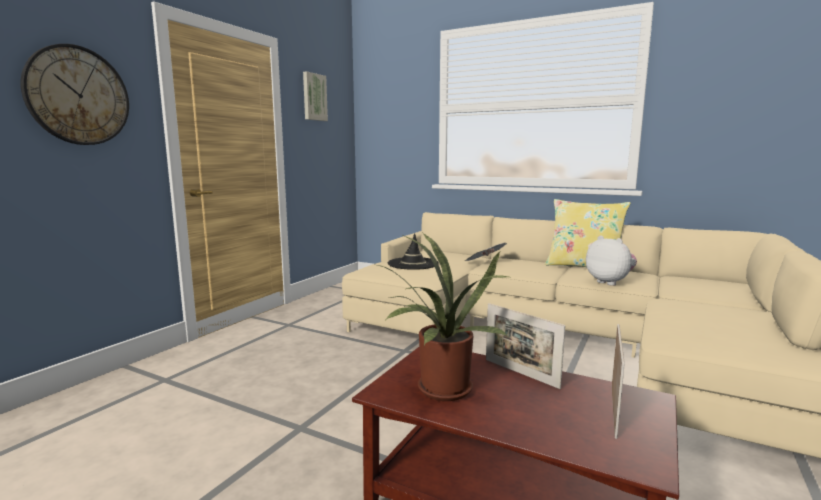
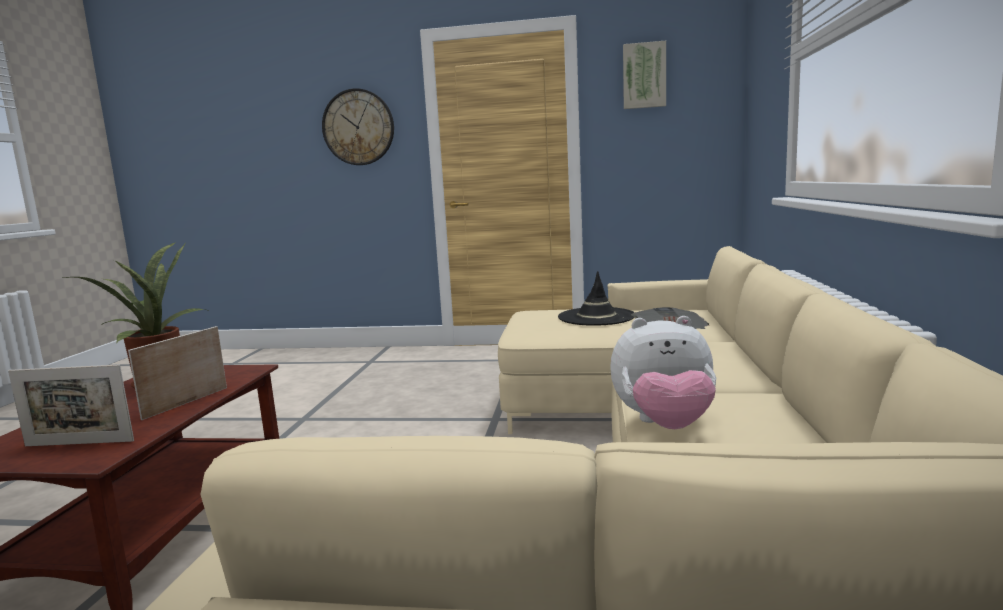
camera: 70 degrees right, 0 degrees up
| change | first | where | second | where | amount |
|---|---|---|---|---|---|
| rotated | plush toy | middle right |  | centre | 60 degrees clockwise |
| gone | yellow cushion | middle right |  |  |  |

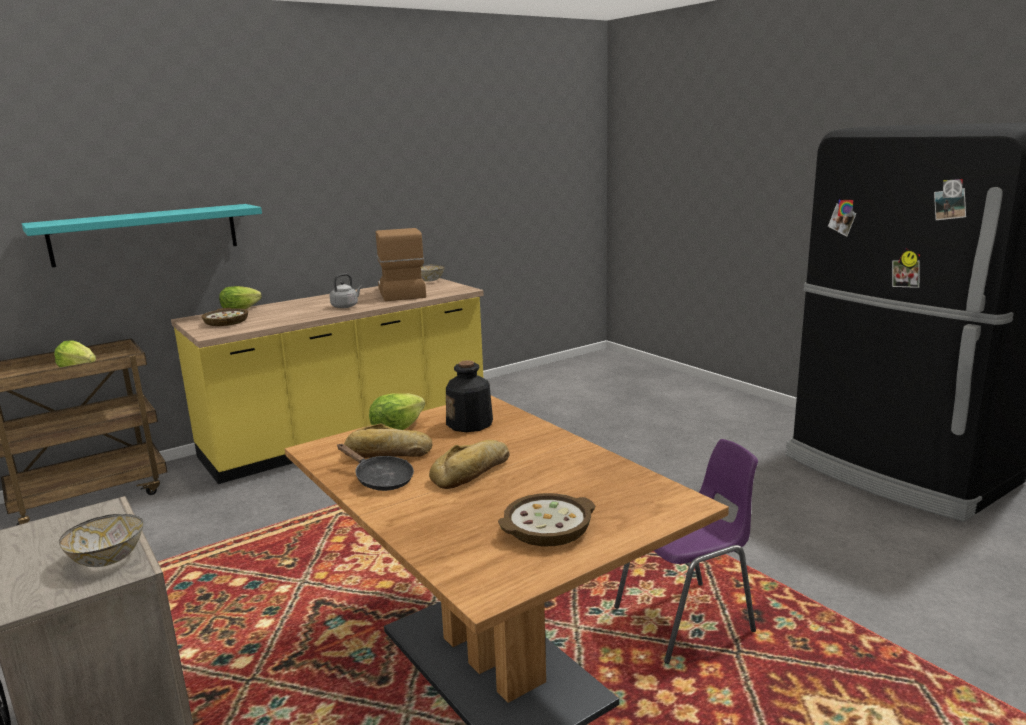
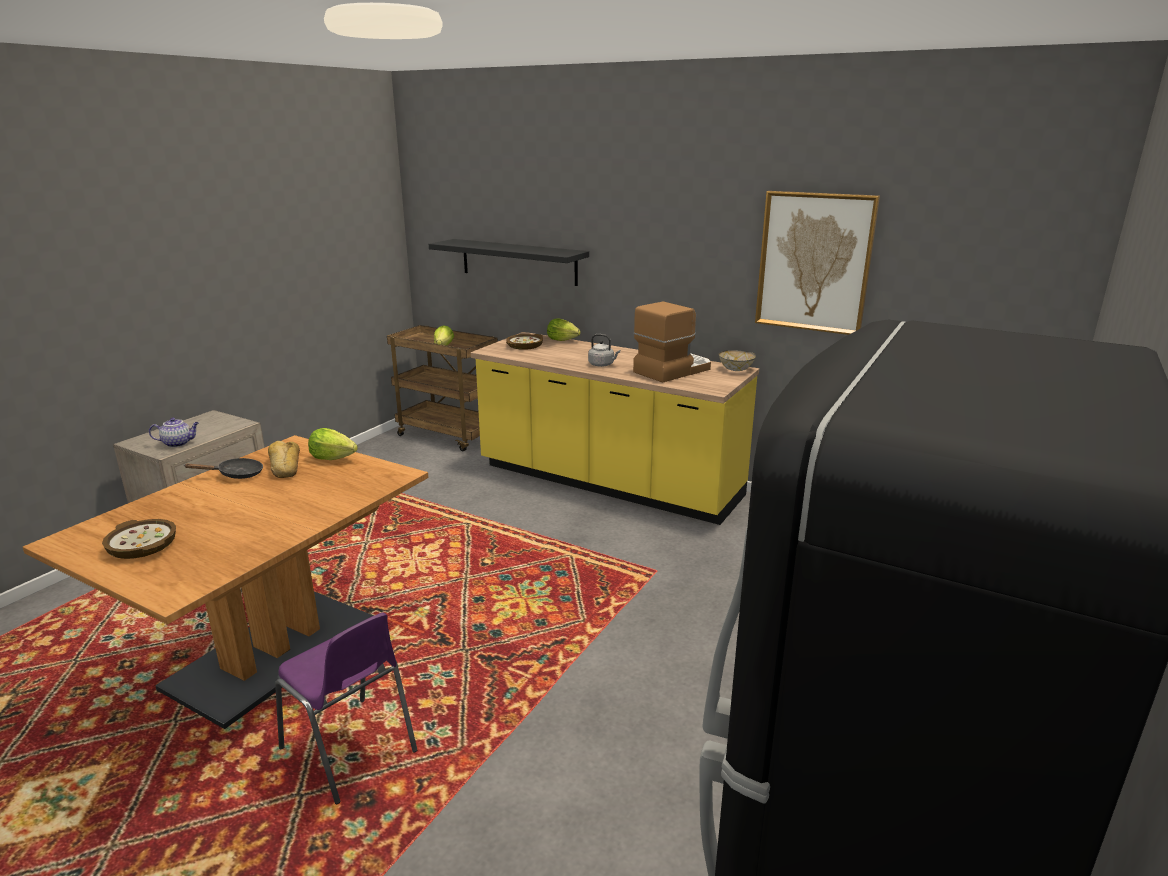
camera: 65 degrees right, 5 degrees up
| change | first | where | second | where | amount |
|---|---|---|---|---|---|
| swapped | serving bowl (no. 1 from left) | bottom left | teapot | middle left |  |
| rotated | black pan | centre |  | middle left | 120 degrees counterclockwise |
| repainted | turquoise wall shelf | top left | black wall shelf | top centre |  |
| new |  |  | wall art | top right |  |
| gone | baked bread (no. 2 from left) | centre |  |  |  |
| gone | beverage bottle | centre |  |  |  |

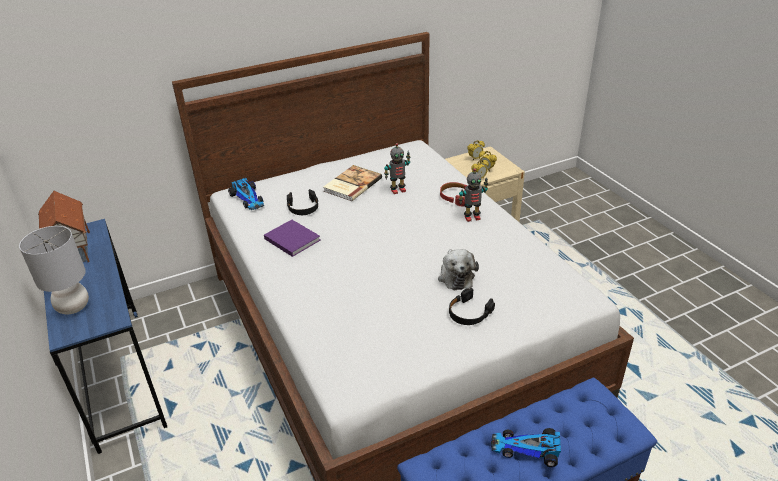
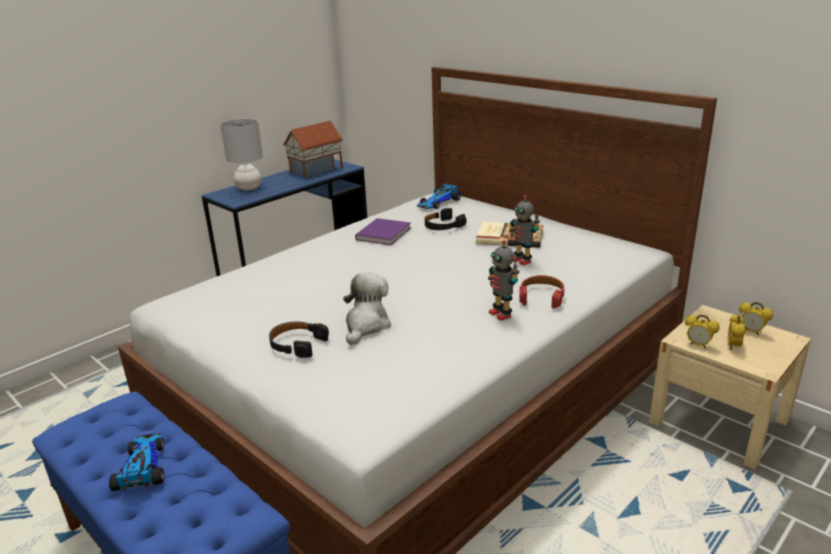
camera: 70 degrees right, 10 degrees down
| change | first | where | second | where | amount |
|---|---|---|---|---|---|
| rotated | plush toy | centre |  | centre | 135 degrees clockwise |

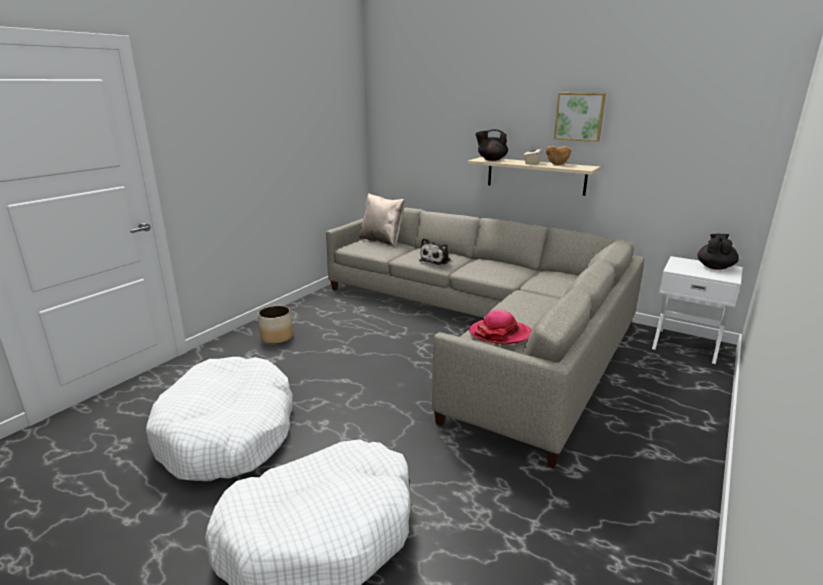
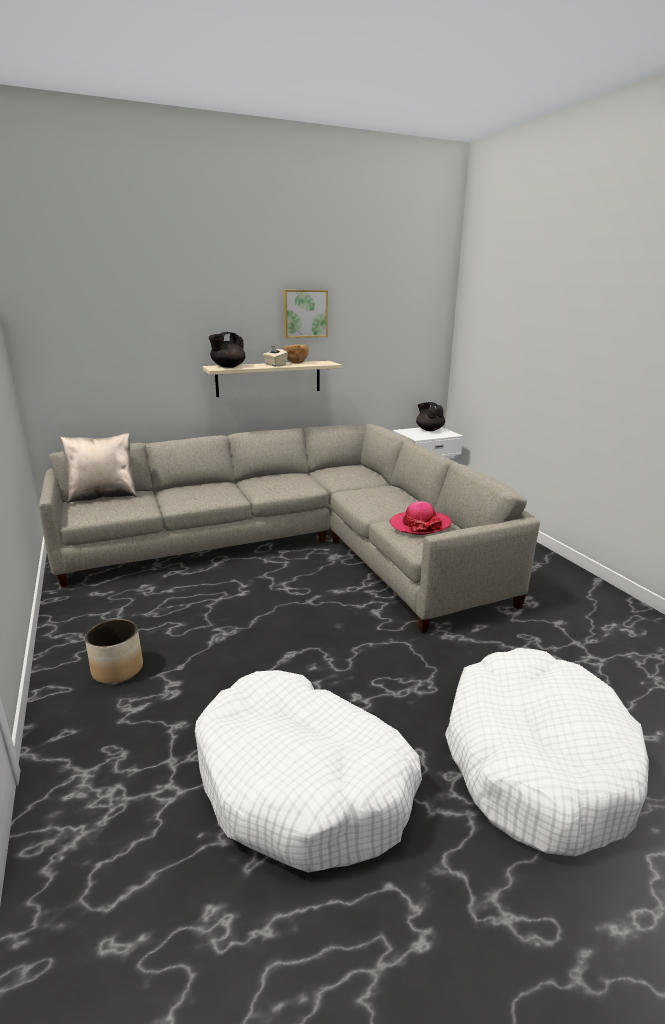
camera: 55 degrees left, 0 degrees up
| change | first | where | second | where | amount |
|---|---|---|---|---|---|
| gone | plush toy | centre |  |  |  |

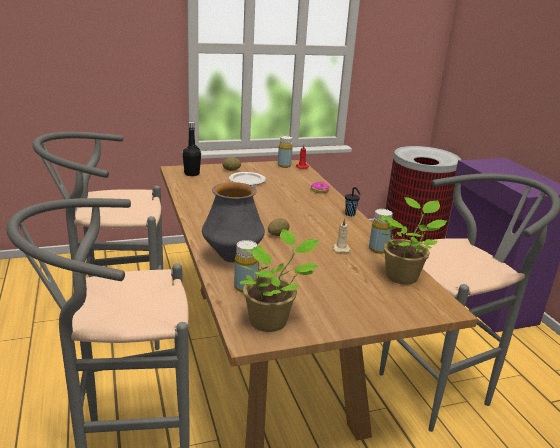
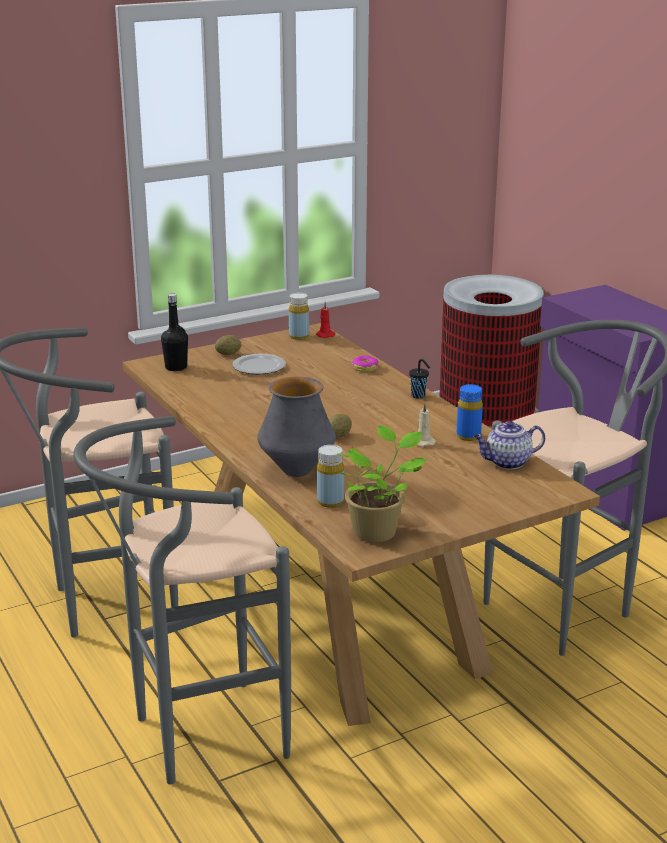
camera: 10 degrees left, 0 degrees up
| change | first | where | second | where | amount |
|---|---|---|---|---|---|
| repainted | yellow beverage bottle (no. 3 from left) | middle right | blue-coloured beverage bottle | middle right |  |
| swapped | potted plant (no. 2 from left) | middle right | teapot | middle right |  |

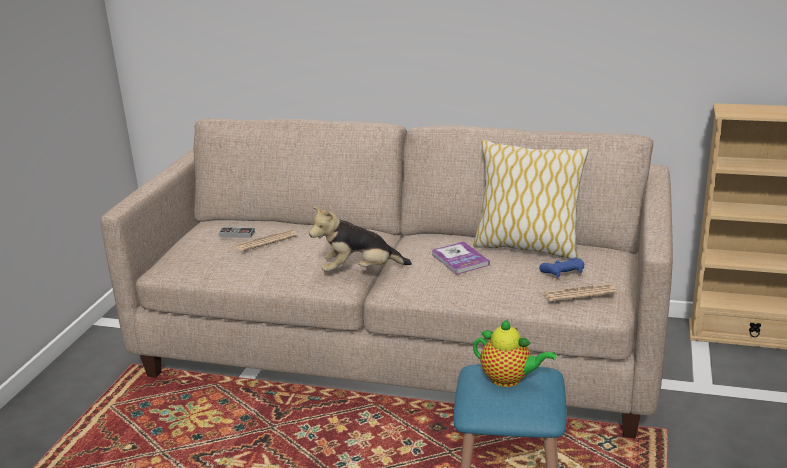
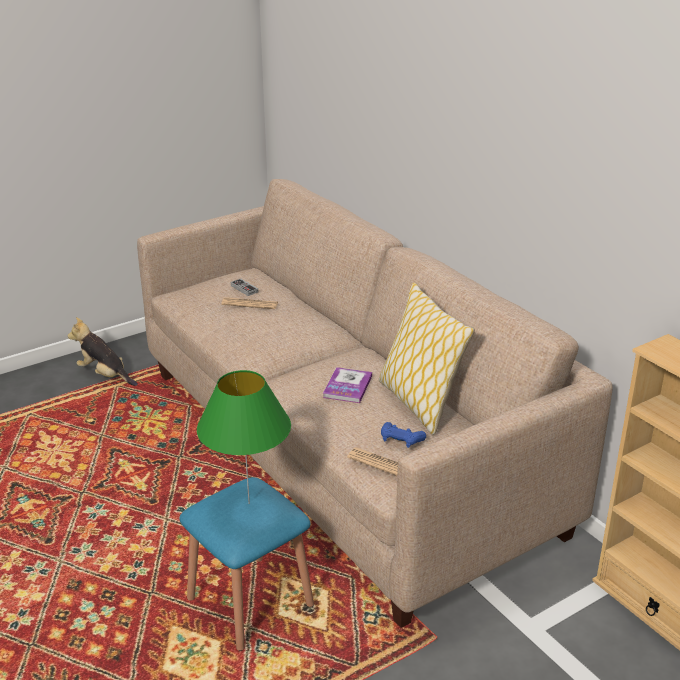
camera: 40 degrees right, 5 degrees up
| change | first | where | second | where | amount |
|---|---|---|---|---|---|
| shifted | plush toy | centre |  | middle left |  |
| swapped | teapot | bottom centre | green-coloured lamp for a table | centre |  |

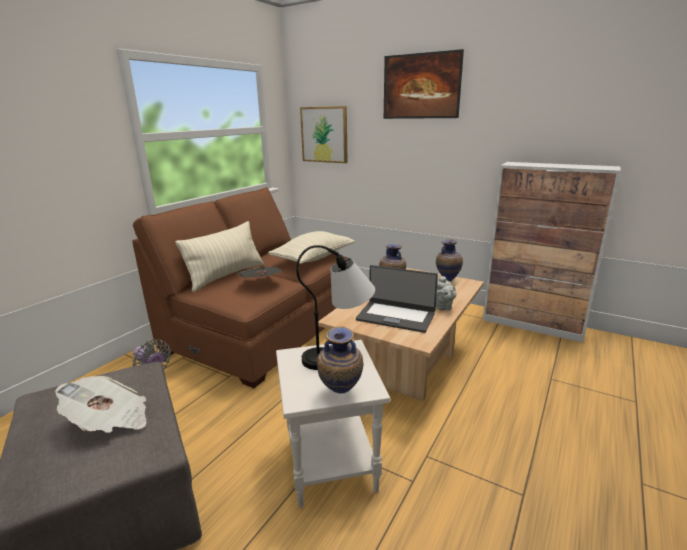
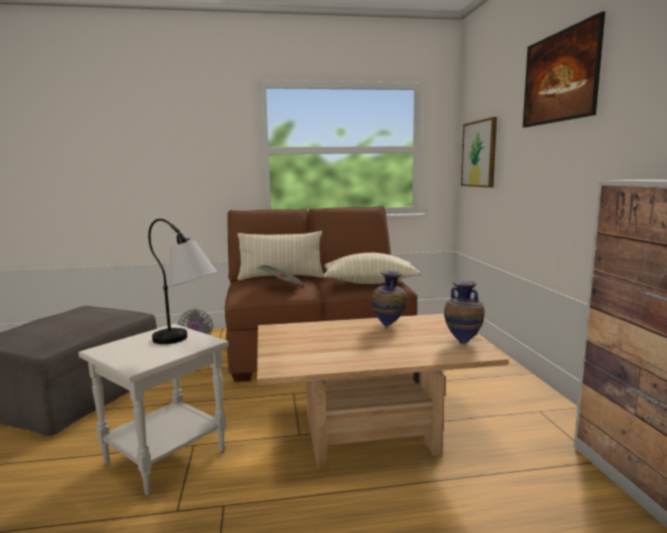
camera: 50 degrees right, 10 degrees down
| change | first | where | second | where | amount |
|---|---|---|---|---|---|
| gone | printed paper (no. 1 from left) | bottom left |  |  |  |
| gone | decorative vase (no. 1 from left) | centre |  |  |  |
| gone | portable computer | centre |  |  |  |
| gone | grey teapot | centre |  |  |  |

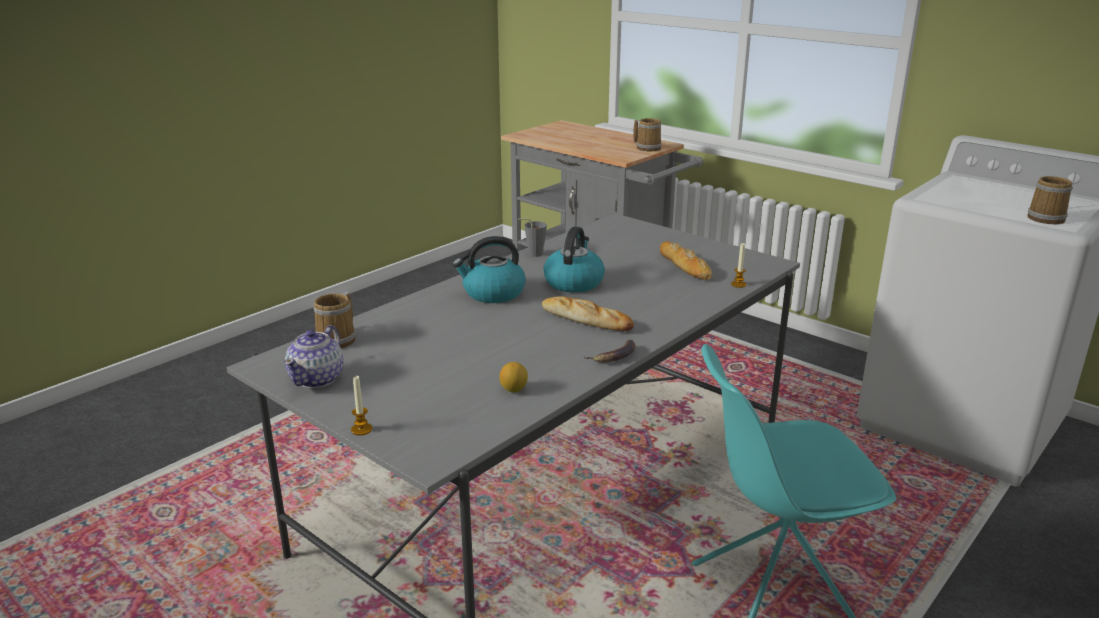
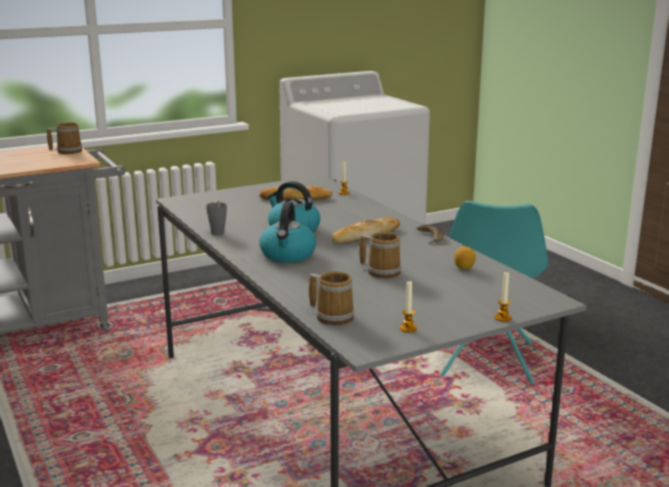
camera: 70 degrees left, 5 degrees down
| change | first | where | second | where | amount |
|---|---|---|---|---|---|
| shifted | coffee mug (no. 3 from left) | top right |  | centre |  |
| swapped | teapot | middle left | wax light (no. 2 from left) | centre |  |

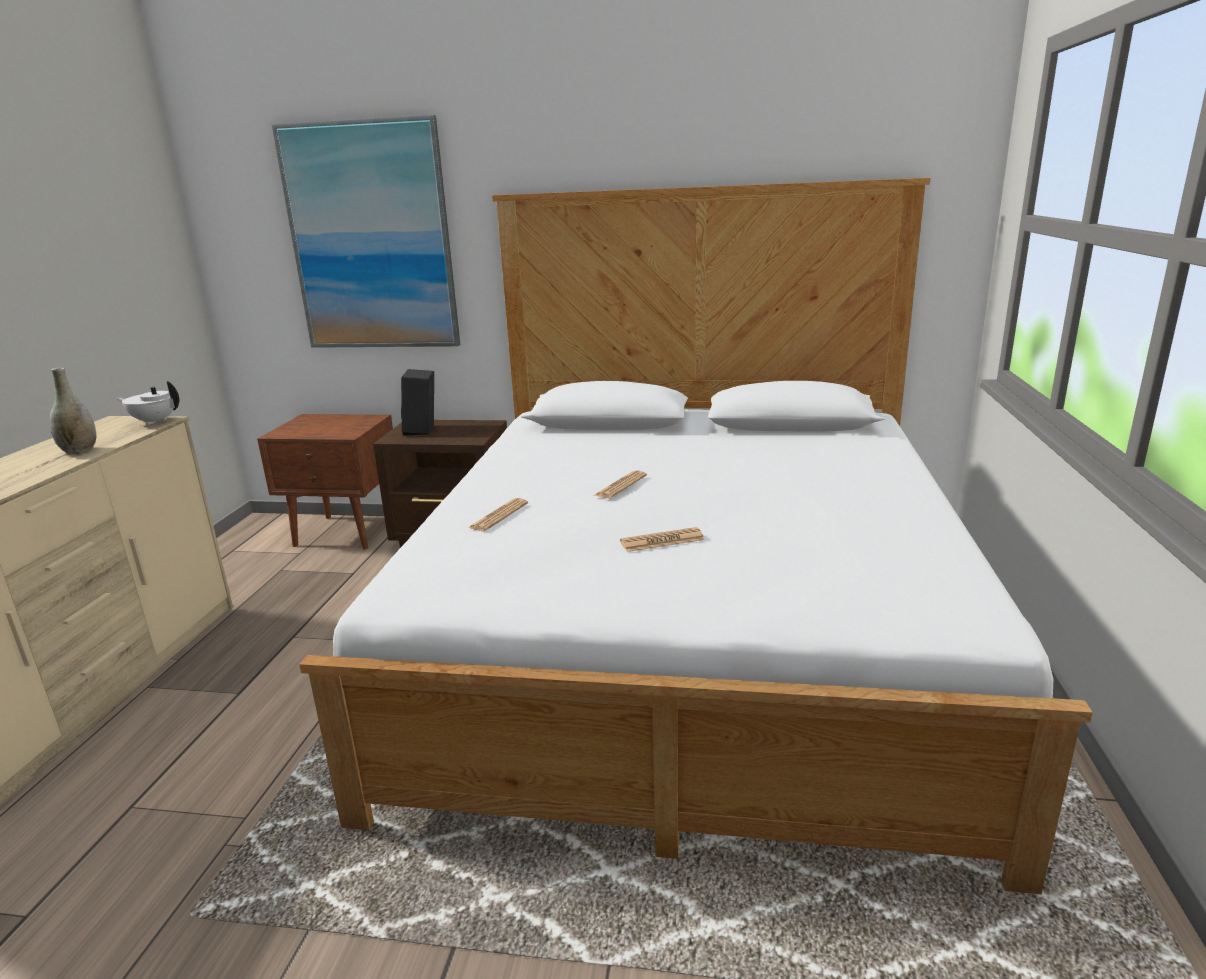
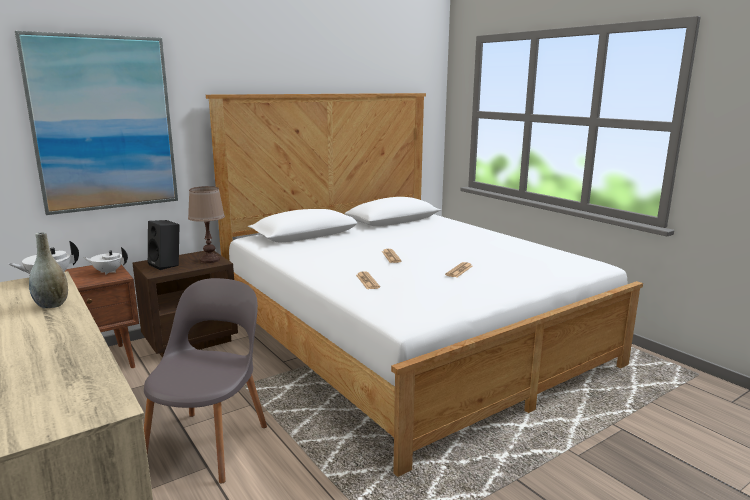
camera: 45 degrees left, 5 degrees down
| change | first | where | second | where | amount |
|---|---|---|---|---|---|
| new |  |  | white-coloured teapot (no. 2 from left) | middle left |  |
| new |  |  | grey upright chair | bottom left |  |
| new |  |  | brown-coloured lamp for a table | middle left |  |

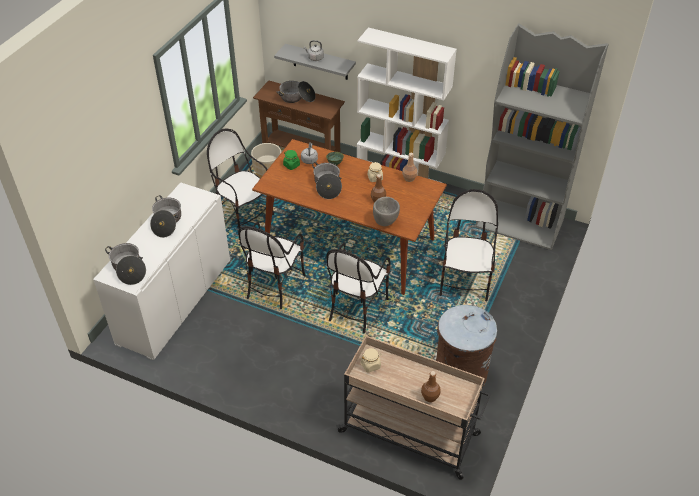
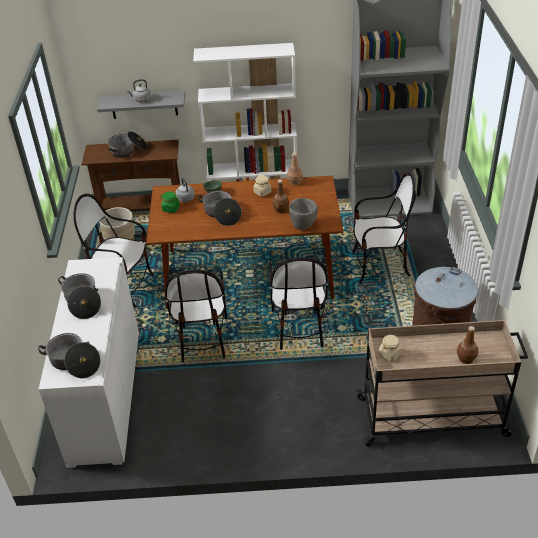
camera: 25 degrees left, 5 degrees down
| change | first | where | second | where | amount |
|---|---|---|---|---|---|
| rotated | upright chair (no. 4 from left) | middle right |  | middle right | 105 degrees clockwise |

